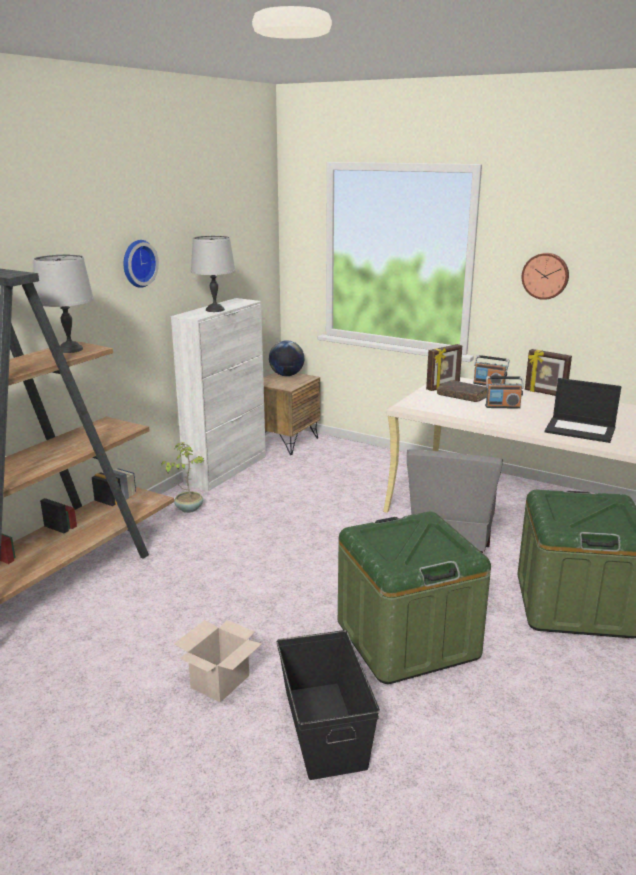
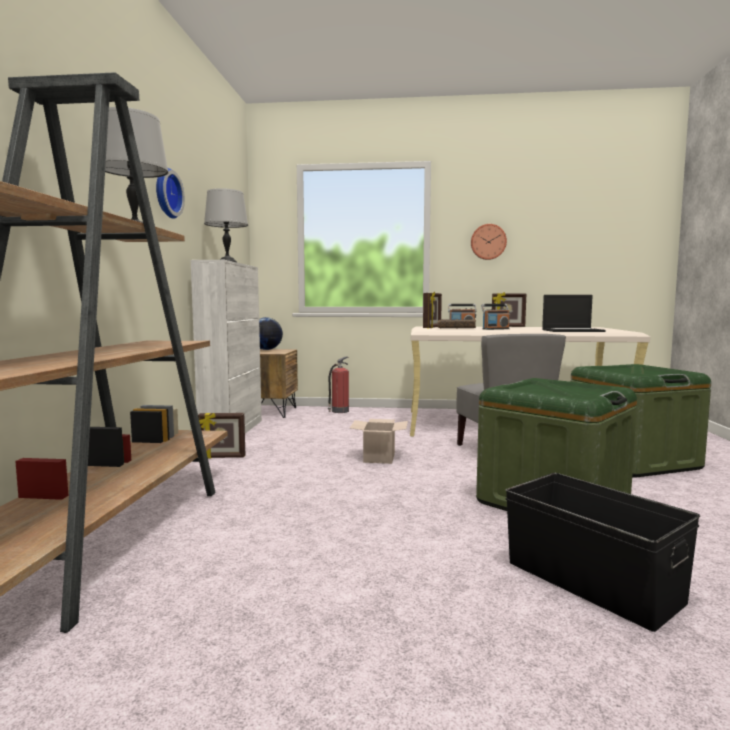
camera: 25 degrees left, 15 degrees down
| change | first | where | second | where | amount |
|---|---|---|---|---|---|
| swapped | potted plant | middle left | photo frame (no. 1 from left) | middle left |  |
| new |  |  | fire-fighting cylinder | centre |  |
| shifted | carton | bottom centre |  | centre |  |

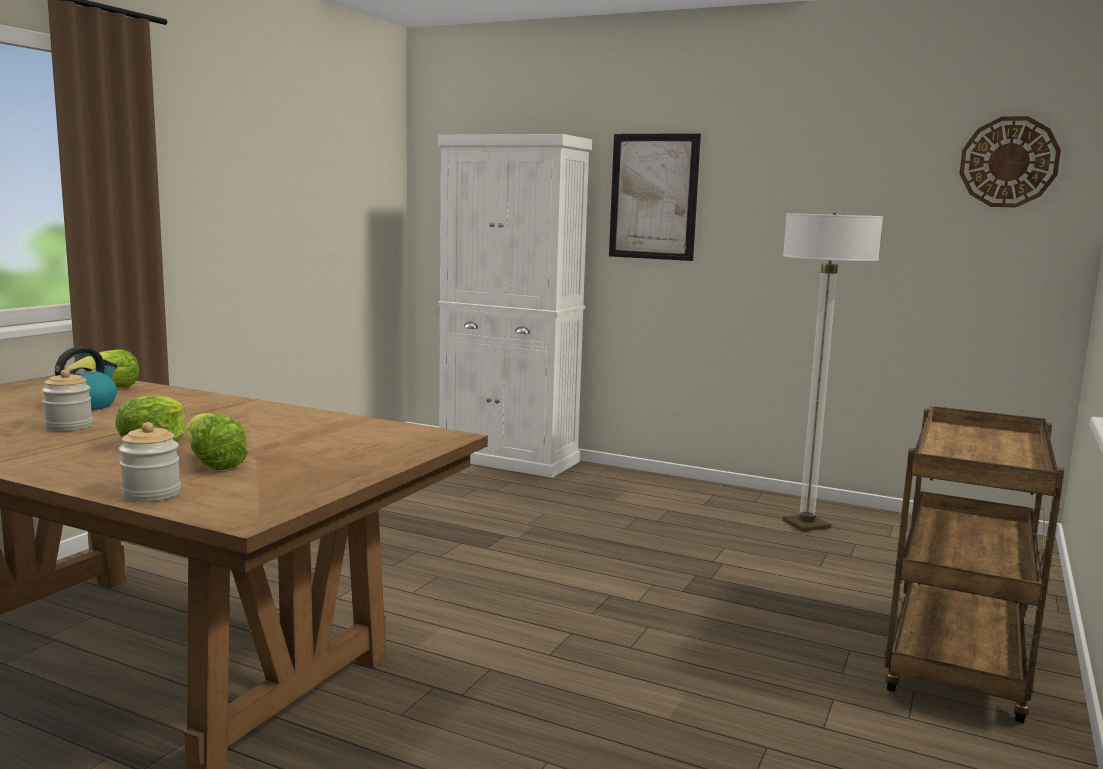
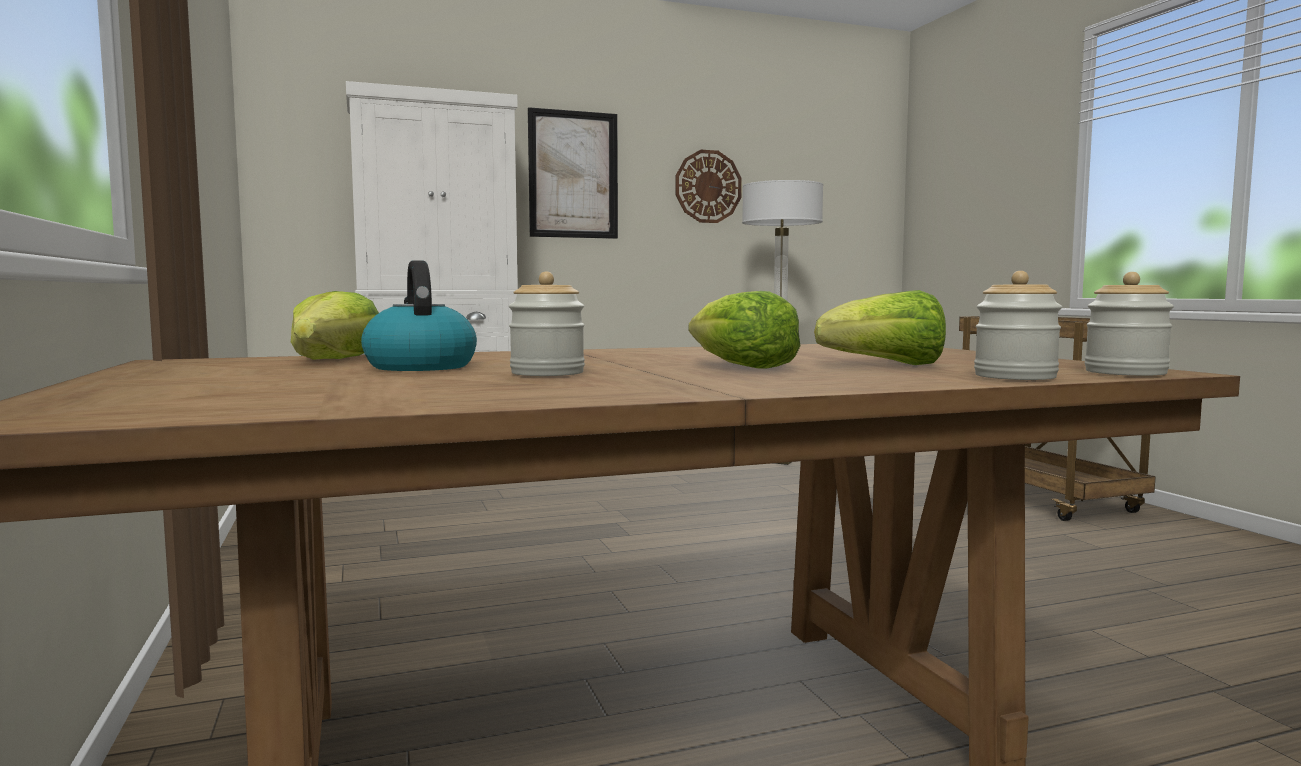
camera: 45 degrees left, 5 degrees down
| change | first | where | second | where | amount |
|---|---|---|---|---|---|
| shifted | hanging clock | top right |  | top centre |  |
| new |  |  | storage jar (no. 3 from left) | middle right |  |

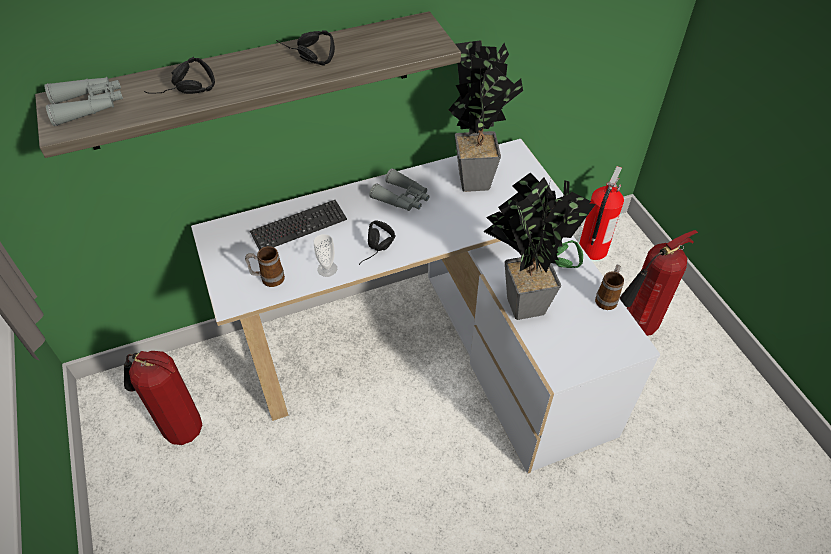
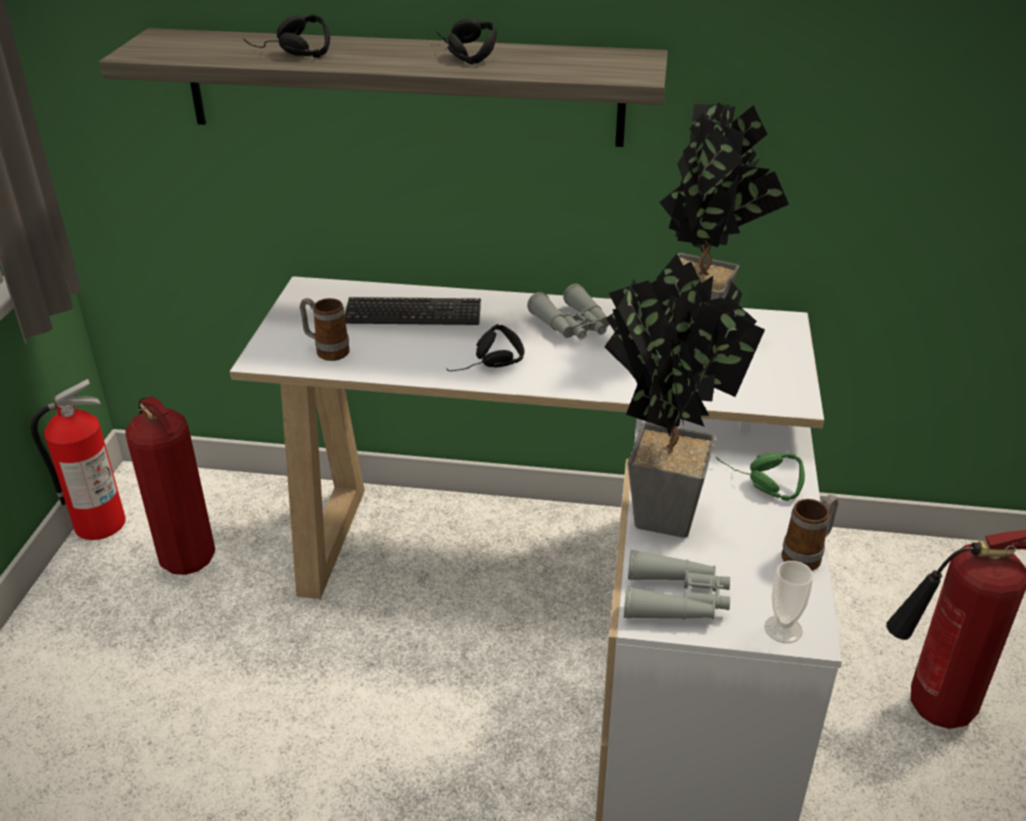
camera: 30 degrees right, 15 degrees down
| change | first | where | second | where | amount |
|---|---|---|---|---|---|
| shifted | fire-fighting cylinder (no. 2 from left in the first image) | middle right | fire-fighting cylinder (no. 1 from left) | middle left |  |
| shifted | grey pair of binoculars (no. 1 from left in the first image) | top left | grey pair of binoculars (no. 2 from left) | bottom centre |  |
| shifted | drinking cup | centre |  | bottom right |  |

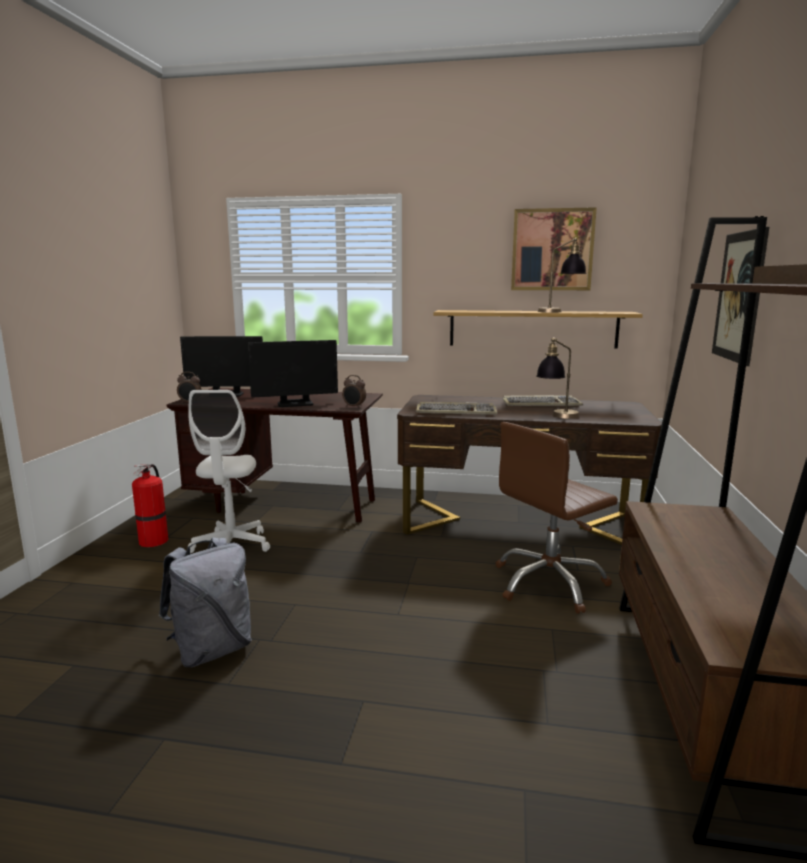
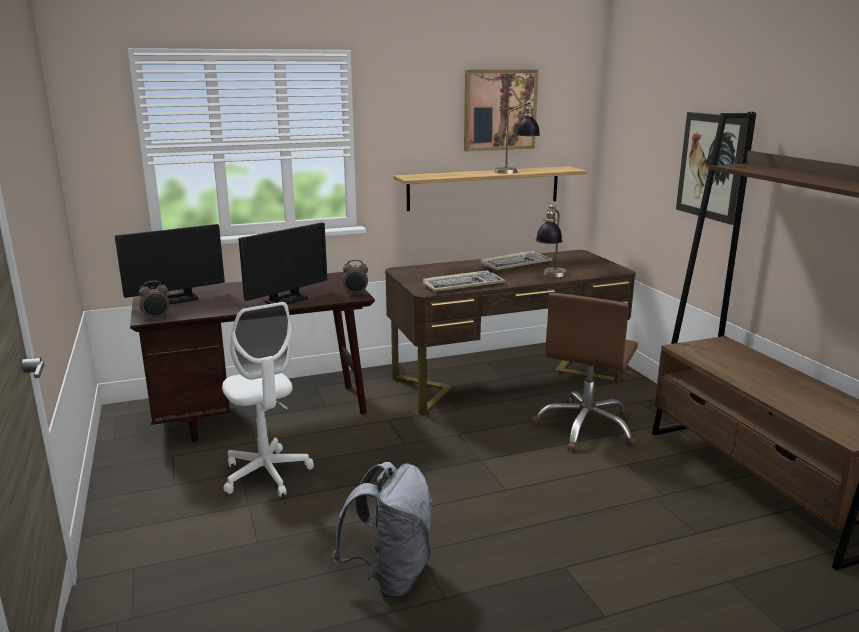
camera: 30 degrees left, 5 degrees up
| change | first | where | second | where | amount |
|---|---|---|---|---|---|
| gone | fire-fighting cylinder | middle left |  |  |  |

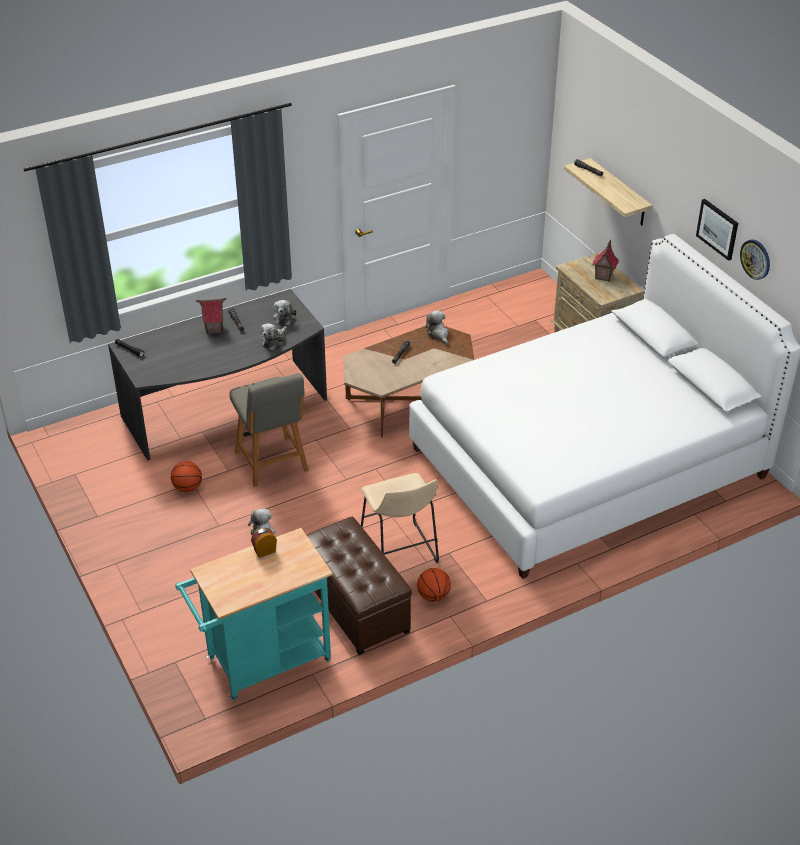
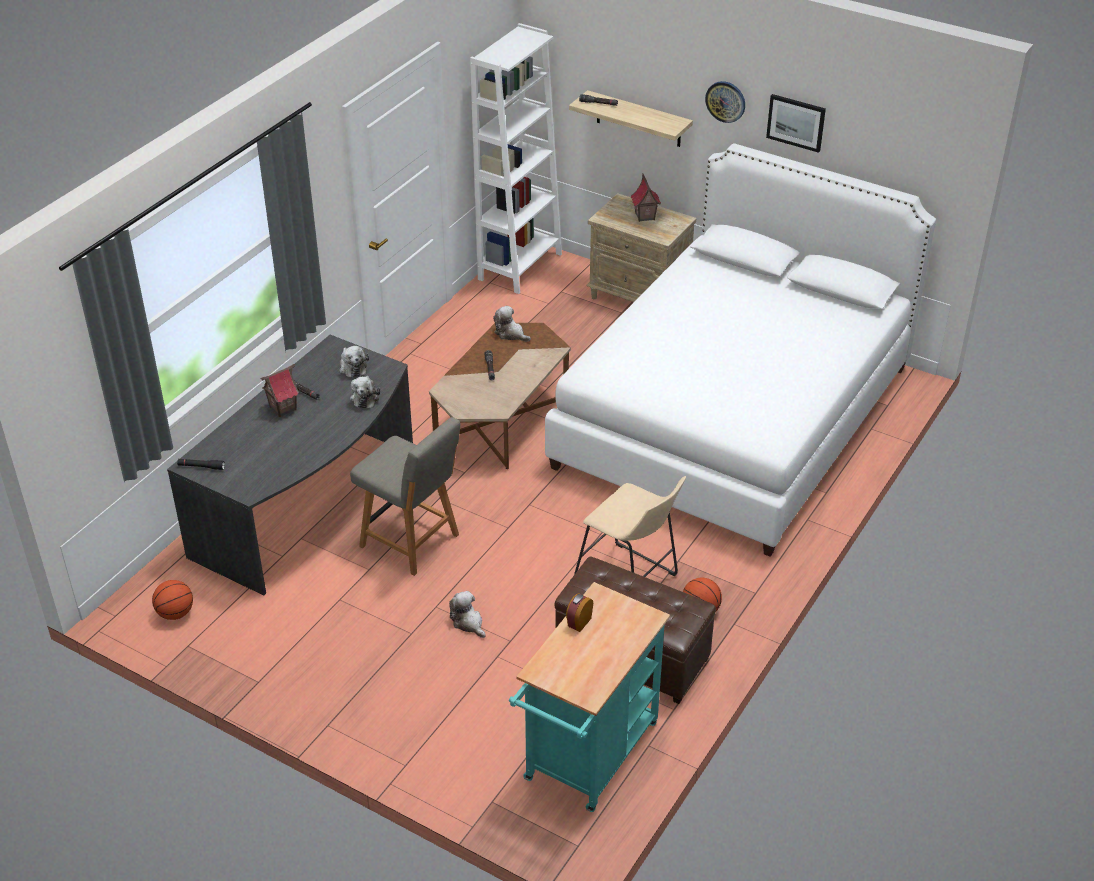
camera: 30 degrees left, 0 degrees up
| change | first | where | second | where | amount |
|---|---|---|---|---|---|
| shifted | ball for basketball (no. 1 from left) | middle left |  | bottom left |  |
| new |  |  | white-coloured bookcase | top centre |  |
| shifted | hanging clock | top right |  | top centre |  |

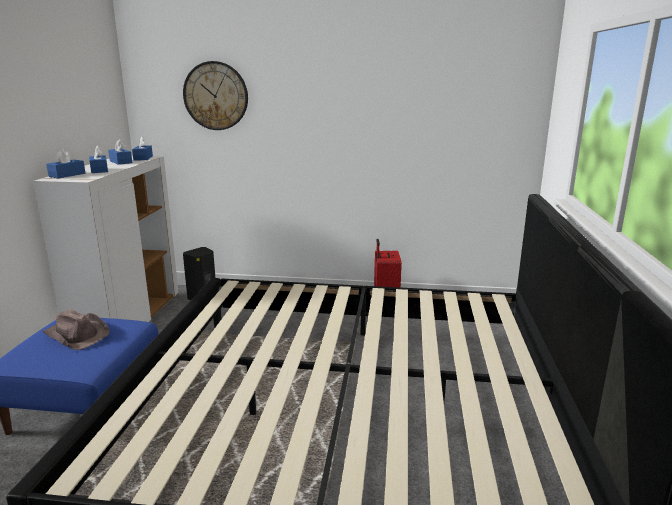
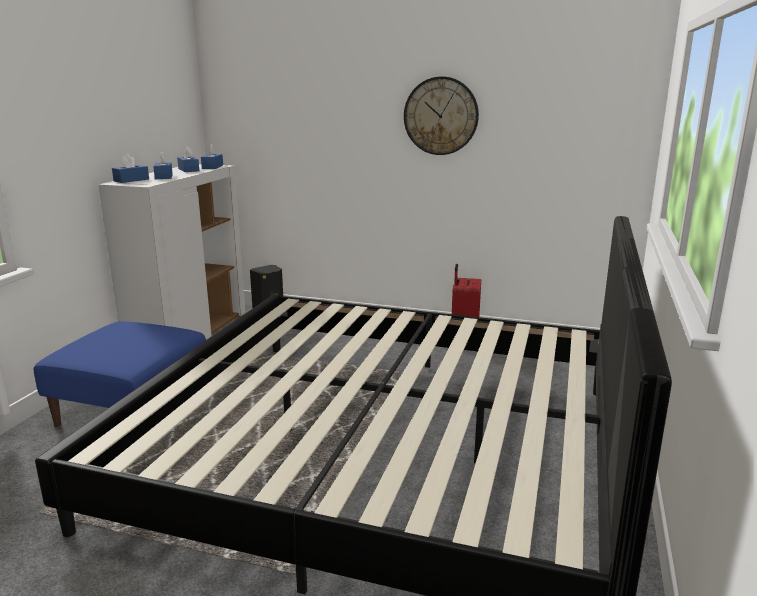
camera: 10 degrees right, 0 degrees up
| change | first | where | second | where | amount |
|---|---|---|---|---|---|
| shifted | hanging clock | top left |  | top centre |  |
| gone | brown-coloured clothing hat | middle left |  |  |  |

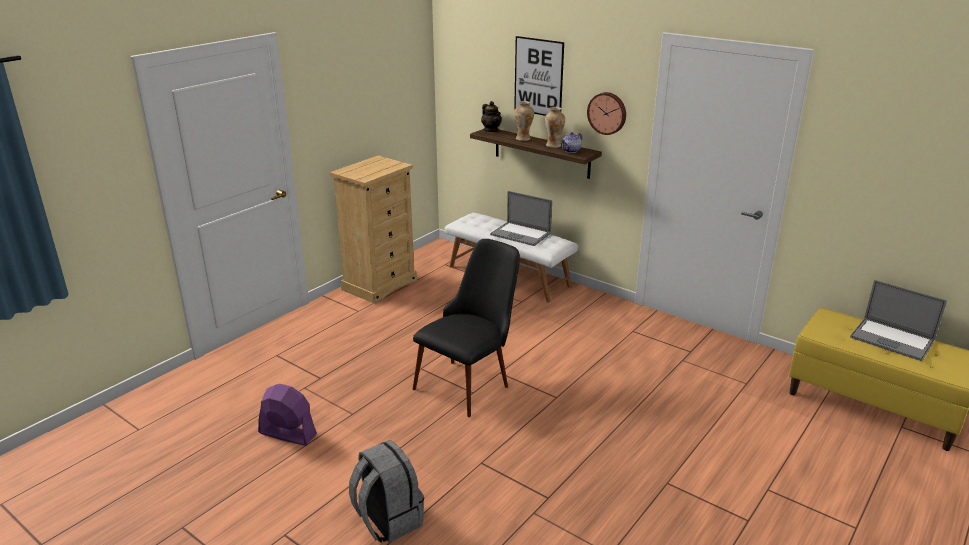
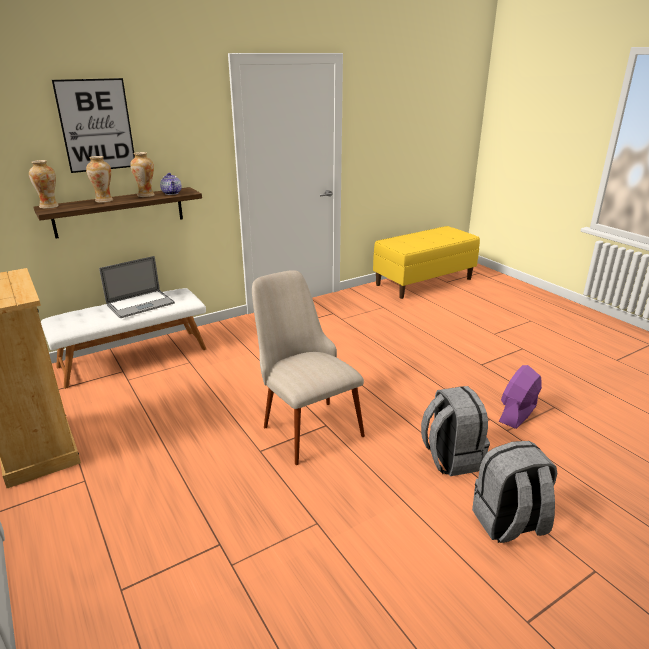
camera: 70 degrees left, 0 degrees up
| change | first | where | second | where | amount |
|---|---|---|---|---|---|
| swapped | teapot (no. 1 from left) | top centre | decorative vase (no. 1 from left) | top left |  |
| repainted | black upright chair | centre | beige upright chair | centre |  |
| new |  |  | grey rucksack (no. 1 from left) | middle right |  |
| shifted | purple cooling fan | bottom left |  | middle right |  |
| gone | hanging clock | top centre |  |  |  |
| gone | portable computer (no. 2 from left) | middle right |  |  |  |

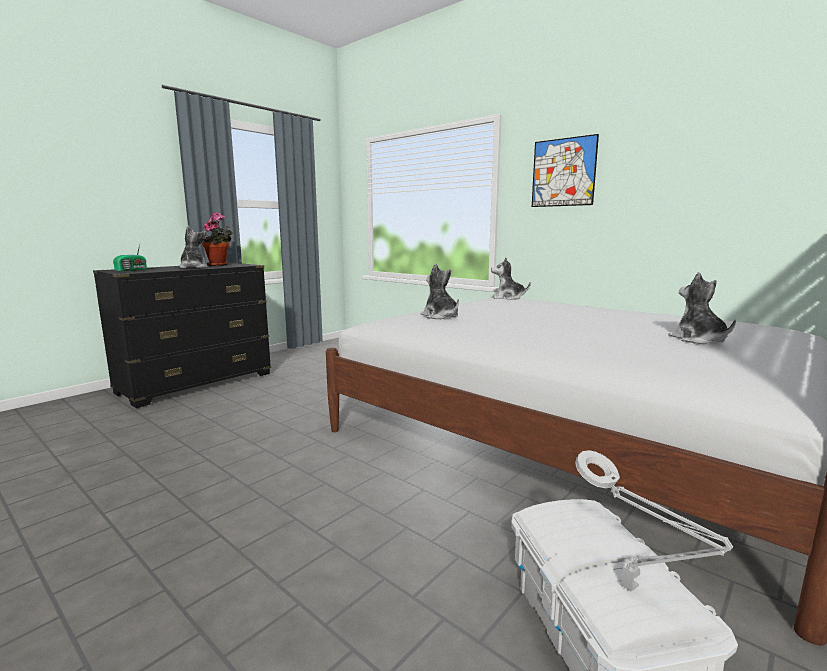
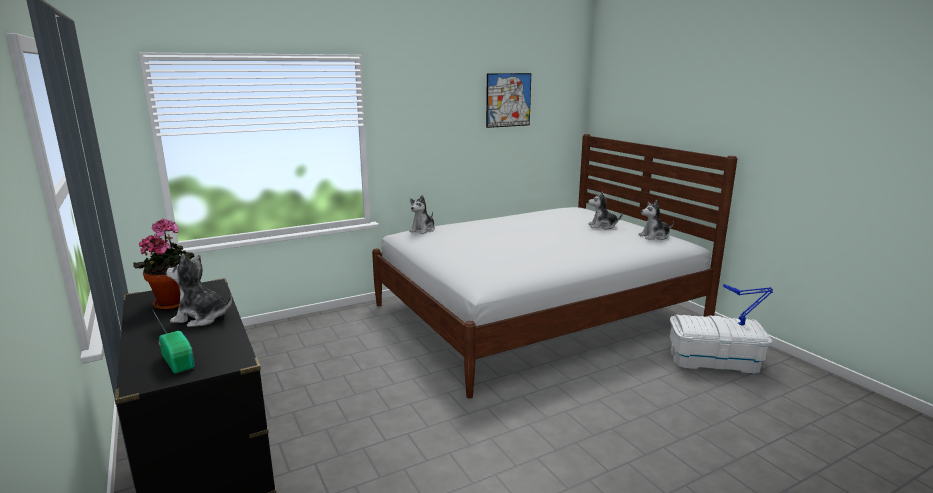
camera: 70 degrees left, 5 degrees up
| change | first | where | second | where | amount |
|---|---|---|---|---|---|
| shifted | wall art | top right |  | top centre |  |
| shifted | plush toy (no. 2 from left in the first image) | centre | plush toy (no. 4 from left) | middle right |  |
| repainted | grey lamp for a table | bottom right | blue-coloured lamp for a table | middle right |  |

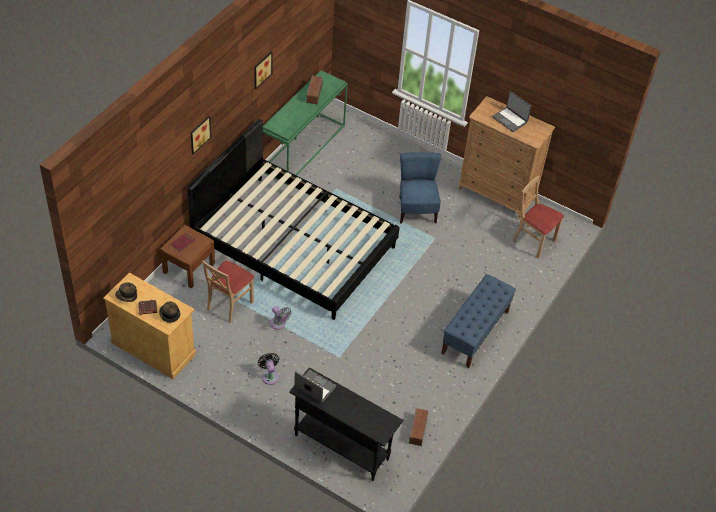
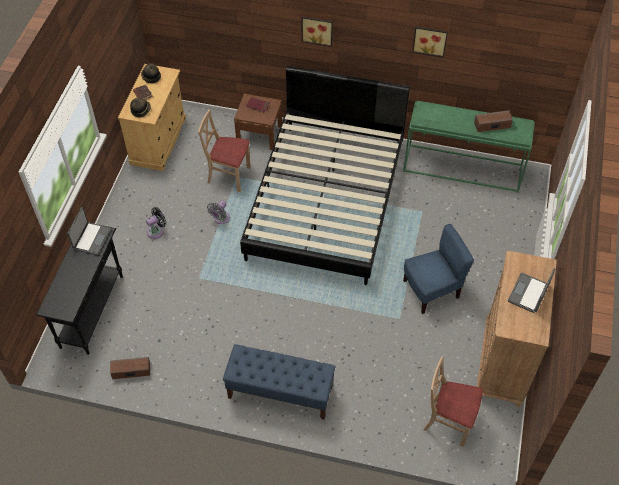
camera: 75 degrees right, 5 degrees up
| change | first | where | second | where | amount |
|---|---|---|---|---|---|
| rotated | beige upright chair (no. 2 from left) | middle right |  | bottom right | 90 degrees counterclockwise |

